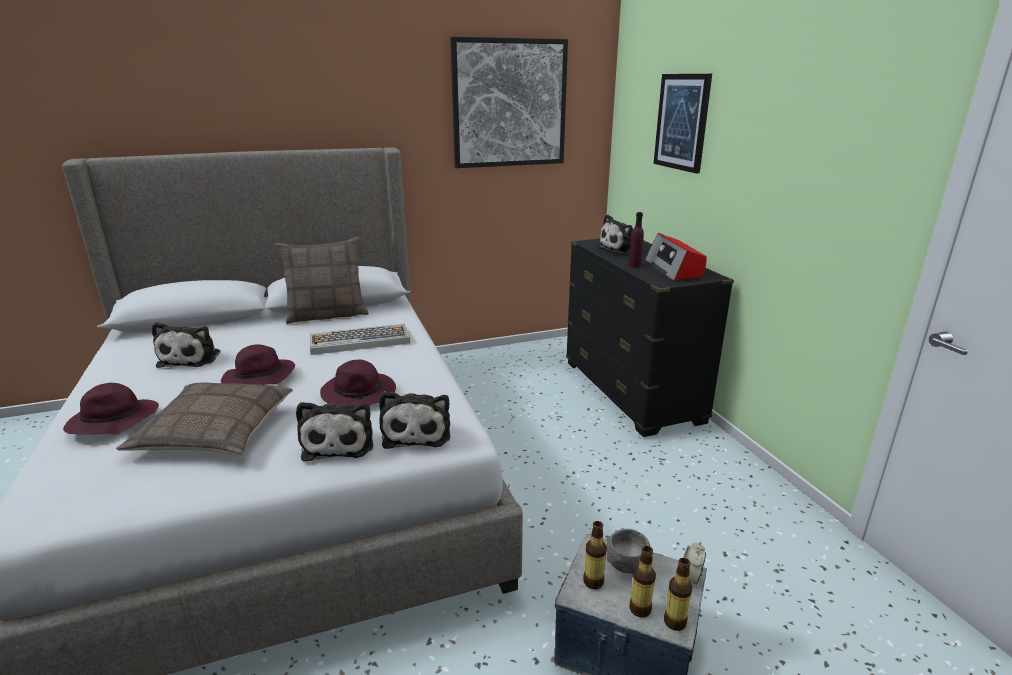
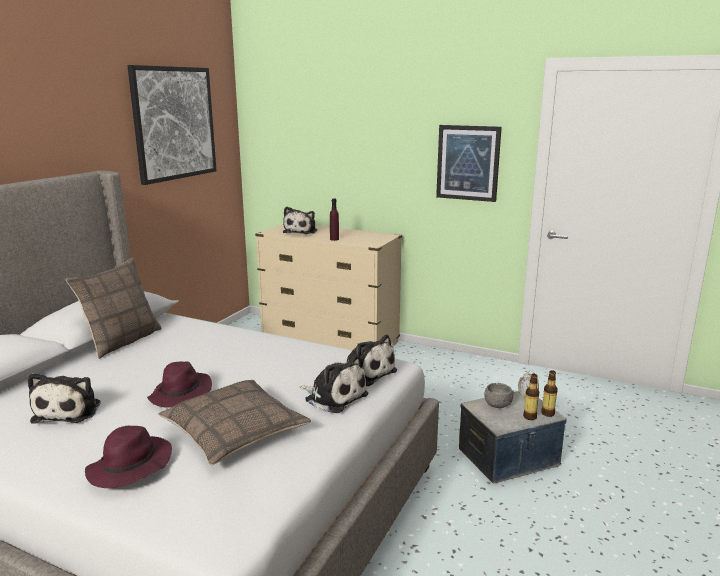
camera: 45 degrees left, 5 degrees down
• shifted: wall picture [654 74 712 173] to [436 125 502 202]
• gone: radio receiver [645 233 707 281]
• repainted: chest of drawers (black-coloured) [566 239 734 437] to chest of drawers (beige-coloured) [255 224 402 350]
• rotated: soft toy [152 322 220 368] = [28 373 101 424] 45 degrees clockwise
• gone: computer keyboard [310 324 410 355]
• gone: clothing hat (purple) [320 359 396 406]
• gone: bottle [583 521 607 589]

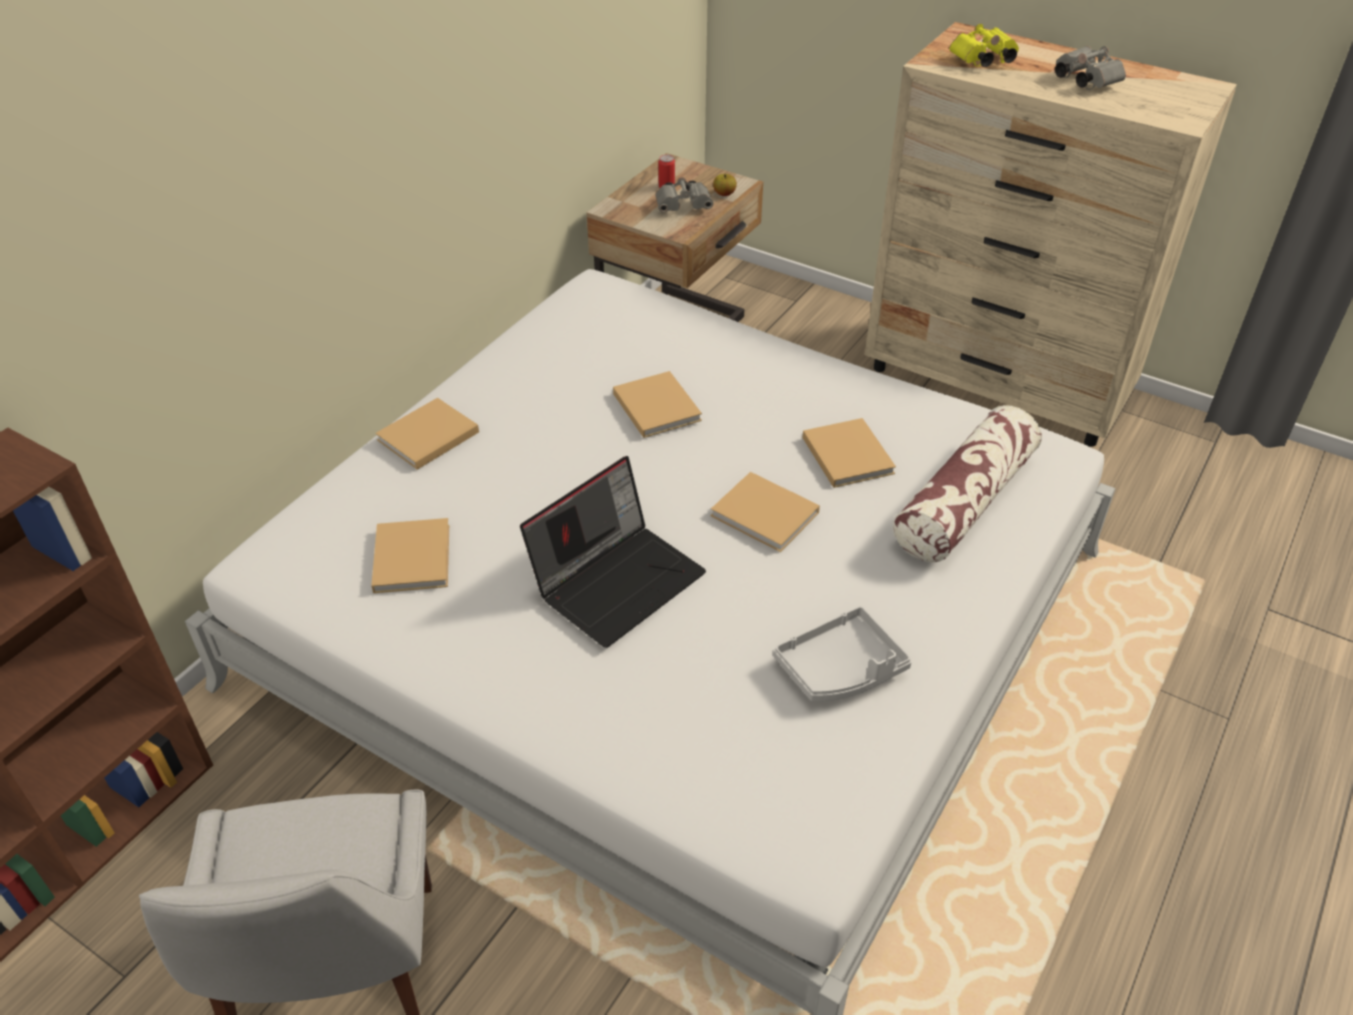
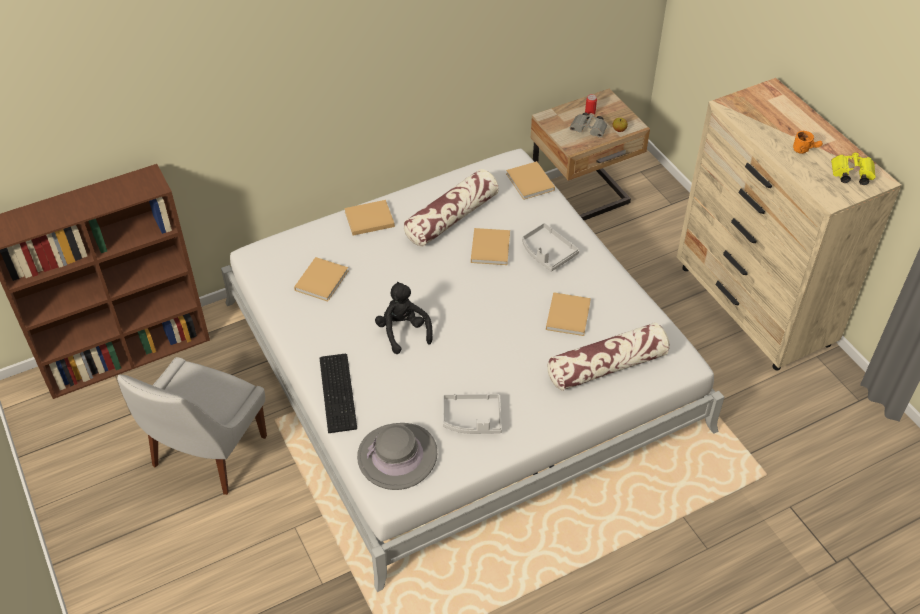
camera: 30 degrees right, 5 degrees up
• shifted: field glasses (yellow) [949 24 1019 67] to [831 152 876 185]
• swapped: field glasses (gray) [1055 46 1126 90] to mug (orange-coloured) [793 130 823 154]
• swapped: laptop [520 456 706 648] to soft toy (black-coloured) [375 282 433 354]
• shifted: bound book (beige-coloured) [711 472 820 552] to [506 161 555 200]
• new: throw pillow [404 169 499 246]
• new: serving tray (gray) [522 223 579 272]
• new: computer keyboard [320 354 357 433]
• new: clothing hat (gray) [357 423 437 490]

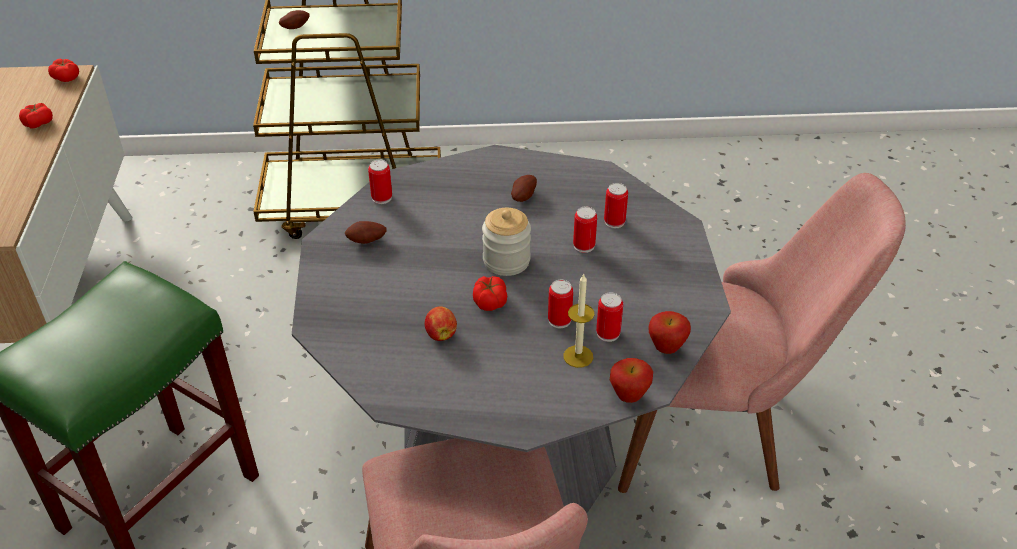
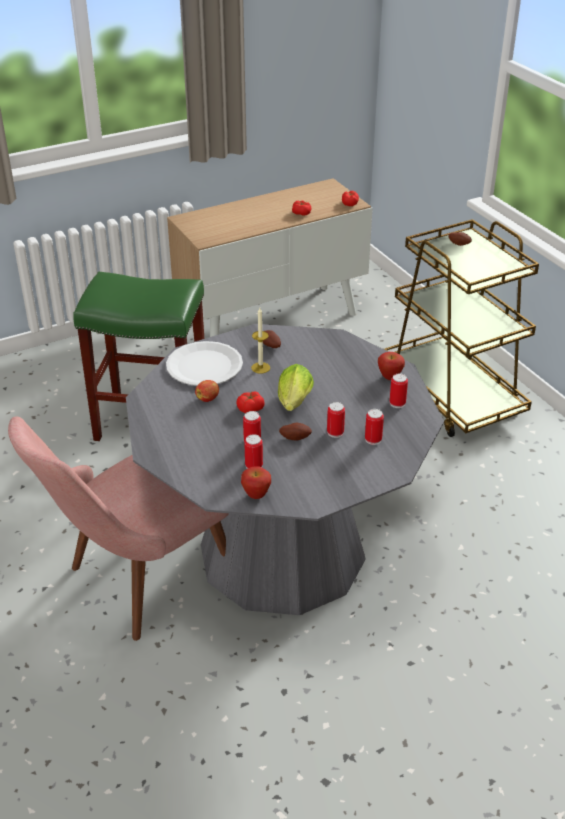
camera: 65 degrees right, 5 degrees down
• shifted: metal can [368 159 392 204] to [389 373 408 408]
• gone: upright chair (pink) [618 173 906 493]
• shifted: potato [511 175 537 202] to [279 423 312 440]
• swapped: jar [482 208 531 276] to lettuce [278 364 314 411]
• shifted: wax candle [563 273 594 368] to [251 308 270 374]
• shifted: apple [610 358 653 403] to [378 352 405 380]
• new: plate (white-coloured) [166 341 243 386]

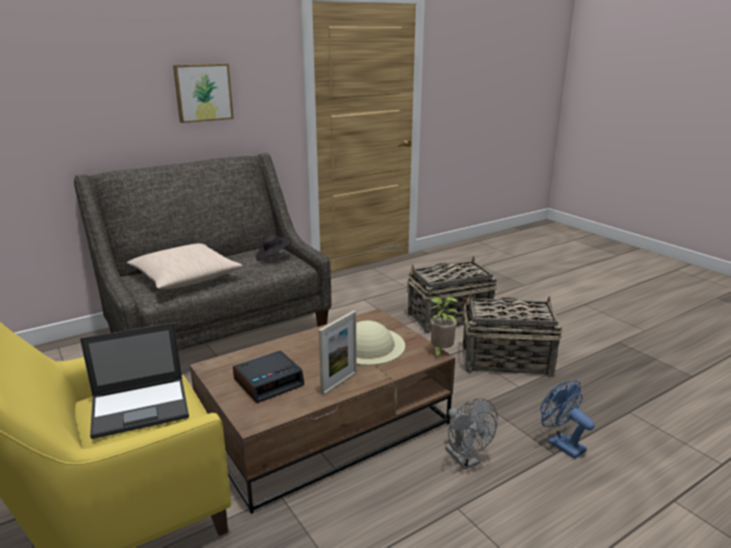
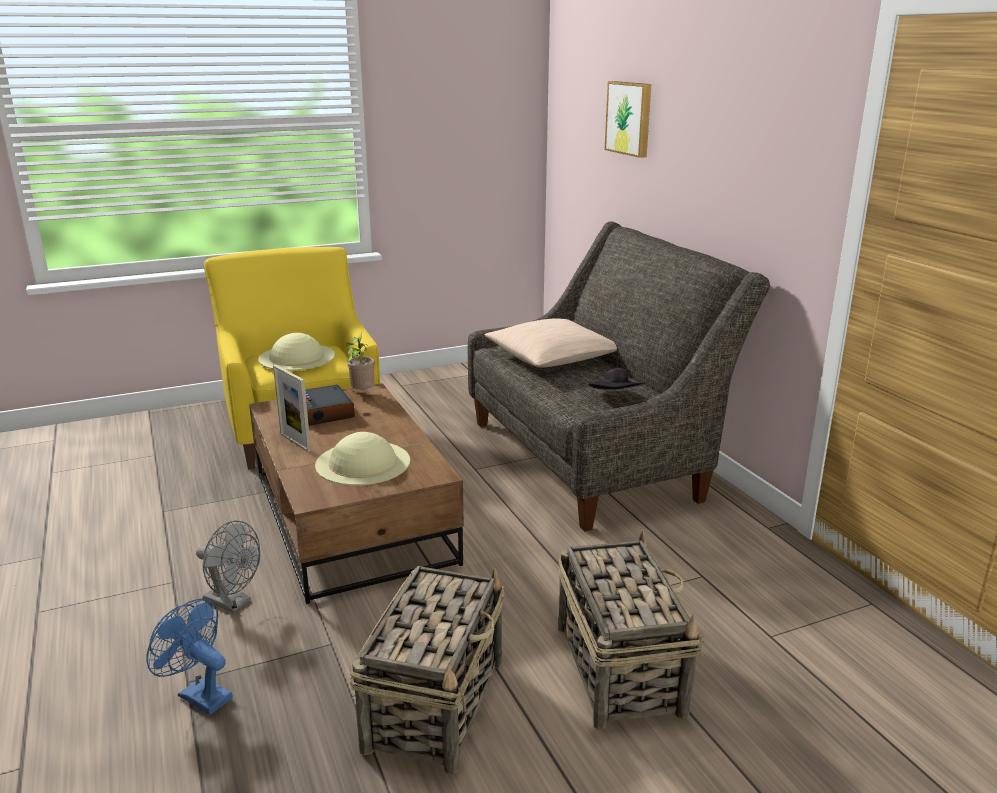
camera: 100 degrees right, 0 degrees up
• shifted: wall picture [173 63 234 123] to [605 81 651 158]
• shifted: houseplant [430 297 458 358] to [346 332 375 390]
• swapped: laptop [80 323 189 439] to clothing hat (beige-coloured) [258 333 335 371]
• rotated: cooling fan (bluish) [540 380 595 459] = [146 598 232 715] 120 degrees counterclockwise
• rotated: cooling fan (gray) [445 398 498 469] = [196 521 260 613] 135 degrees counterclockwise

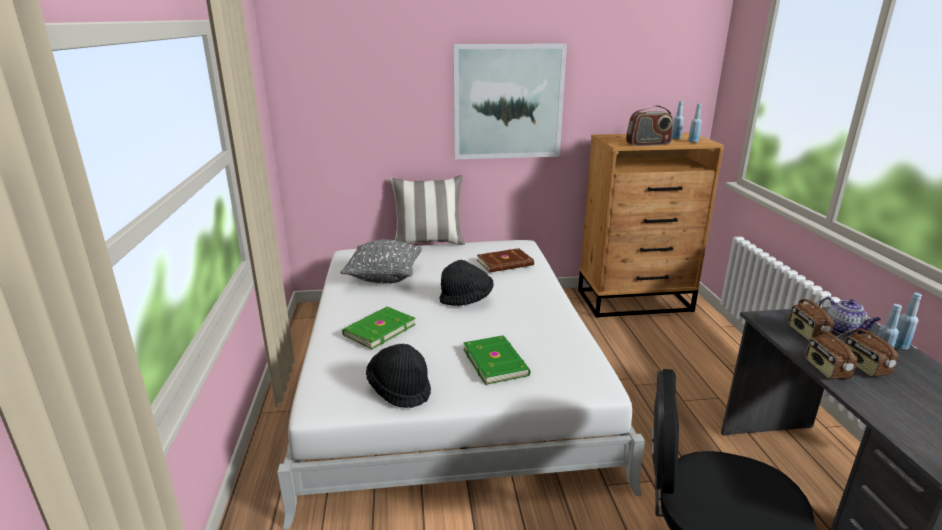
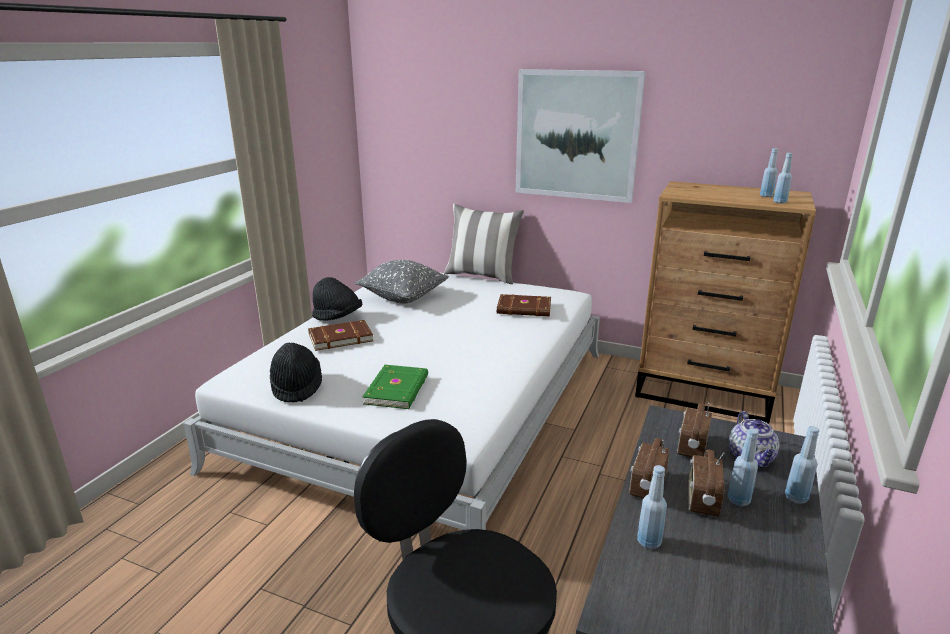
camera: 30 degrees right, 0 degrees up
• gone: radio receiver [626 105 673 146]
• shifted: clothing hat (black-coloured) [439 260 493 306] to [312 277 362 321]
• repainted: bound book (greenish) [342 307 416 349] to bound book (brown) [308 320 374 351]
• new: bottle (bluish) [637 465 667 549]

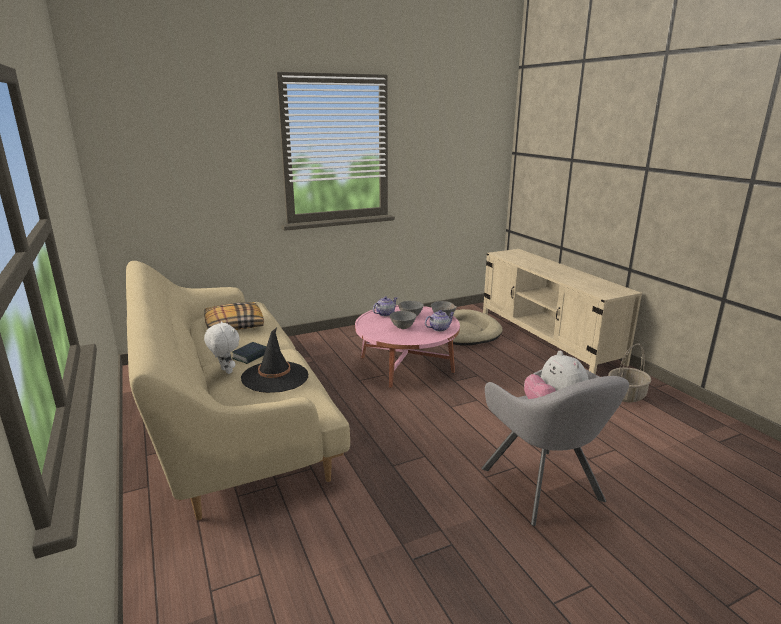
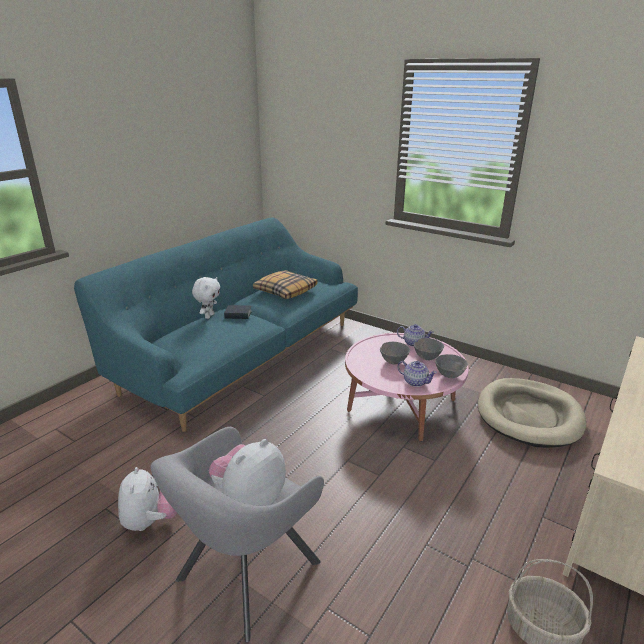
camera: 60 degrees right, 5 degrees up
• repainted: couch (beige-coloured) [126 261 350 521] to couch (turquoise-coloured) [74 218 358 432]
• gone: clothing hat (black-coloured) [241 327 308 393]
• new: soft toy [118 467 177 531]

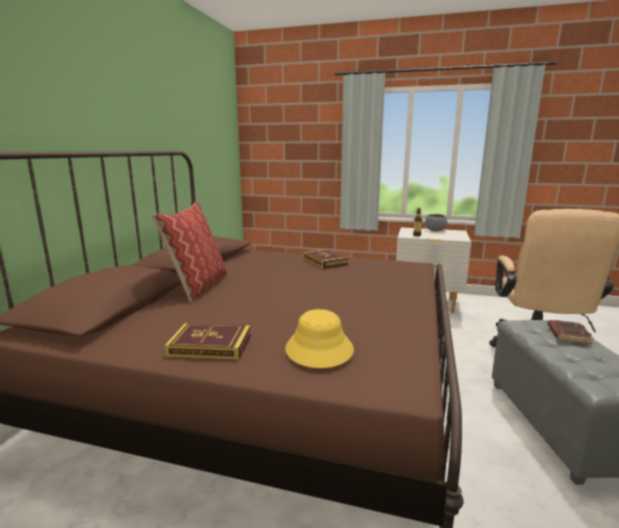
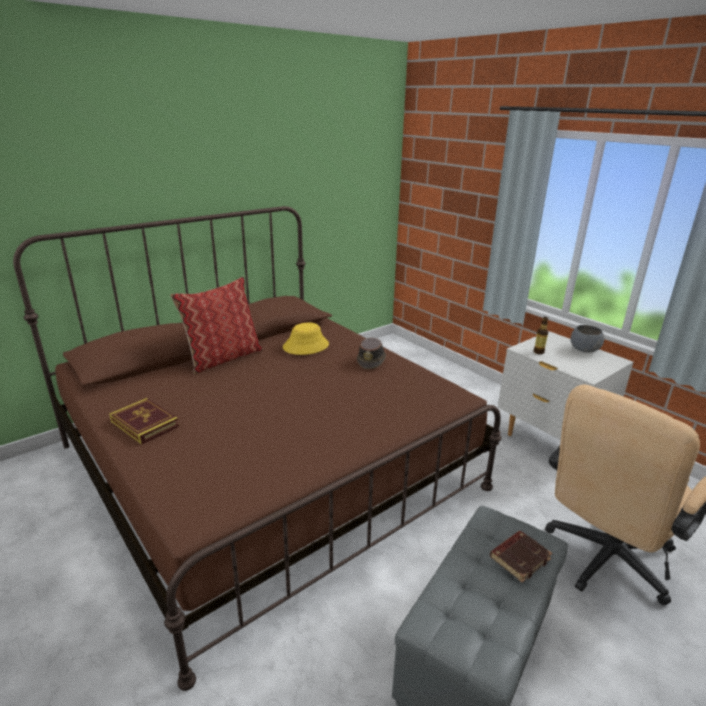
camera: 35 degrees right, 10 degrees up
• swapped: bound book [303 249 348 269] to clothing hat (brown) [357 337 386 369]
• shifted: clothing hat (yellow) [285 309 354 368] to [283 322 329 355]

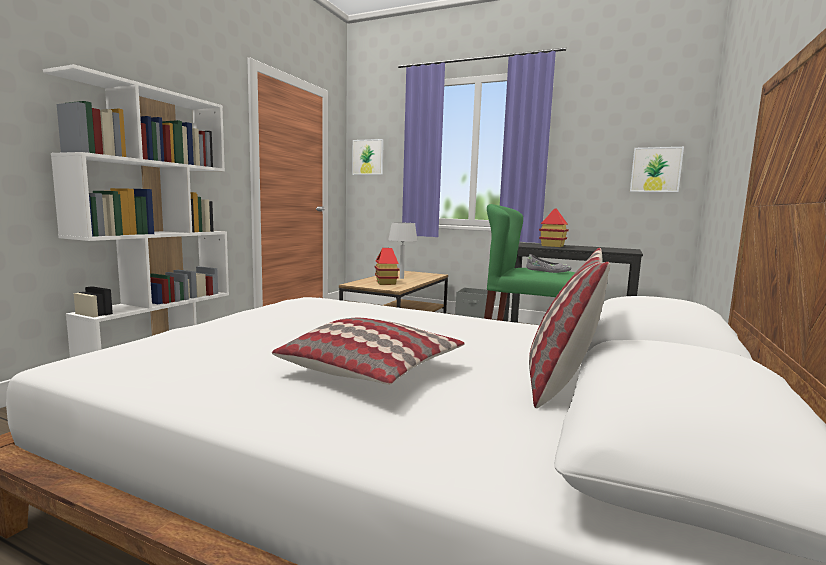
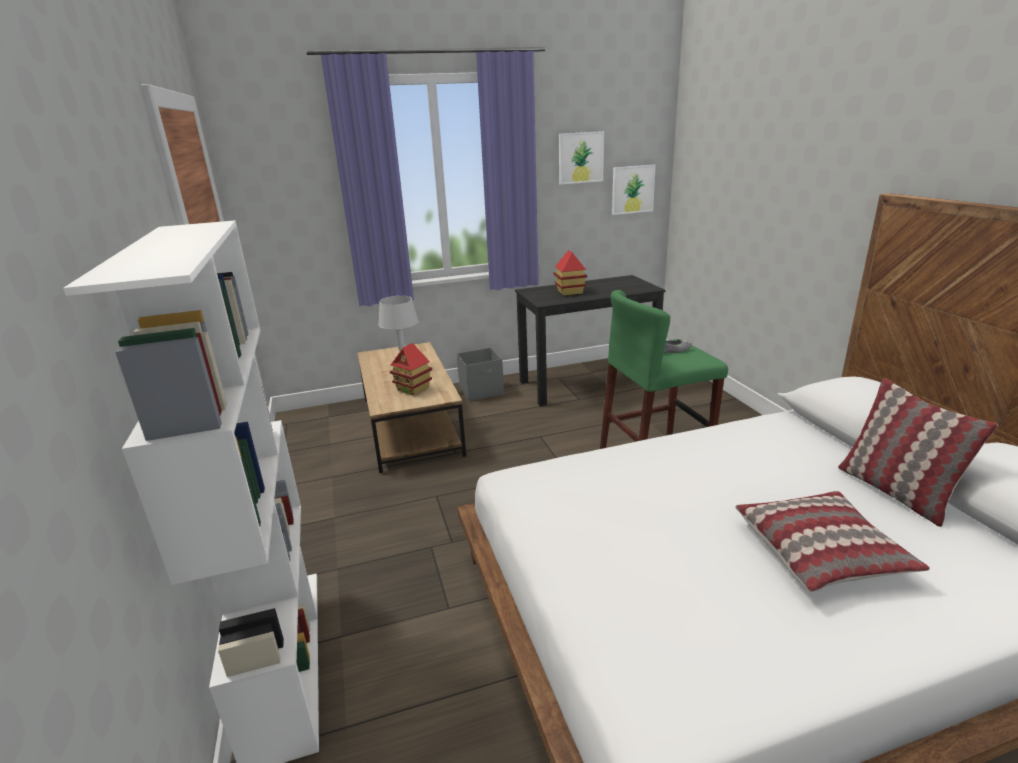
camera: 40 degrees left, 15 degrees up
• shifted: wall picture [352 139 384 175] to [559 131 604 185]

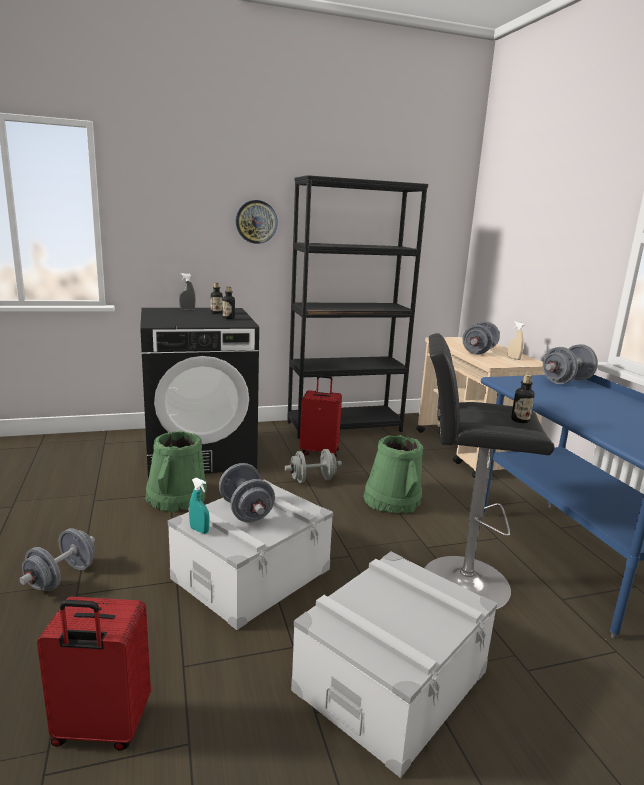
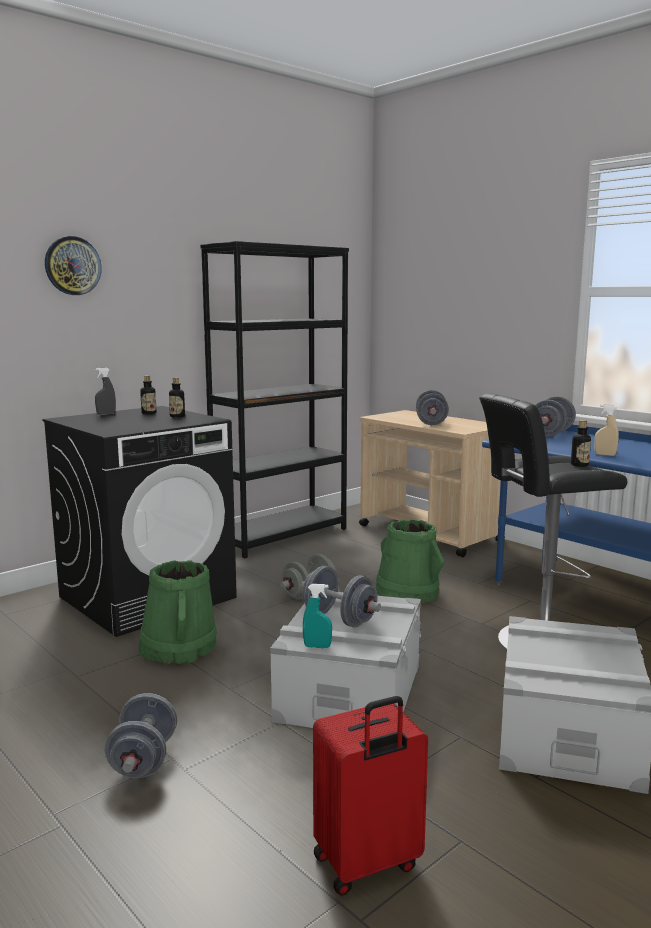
camera: 25 degrees left, 5 degrees down
• shifted: wall clock [236 200 278 244] to [45 236 102 295]
• shifted: hand sprayer (beige-coloured) [508 321 524 360] to [594 404 619 456]
• gone: piece of luggage (red-coloured) [300 375 342 457]

